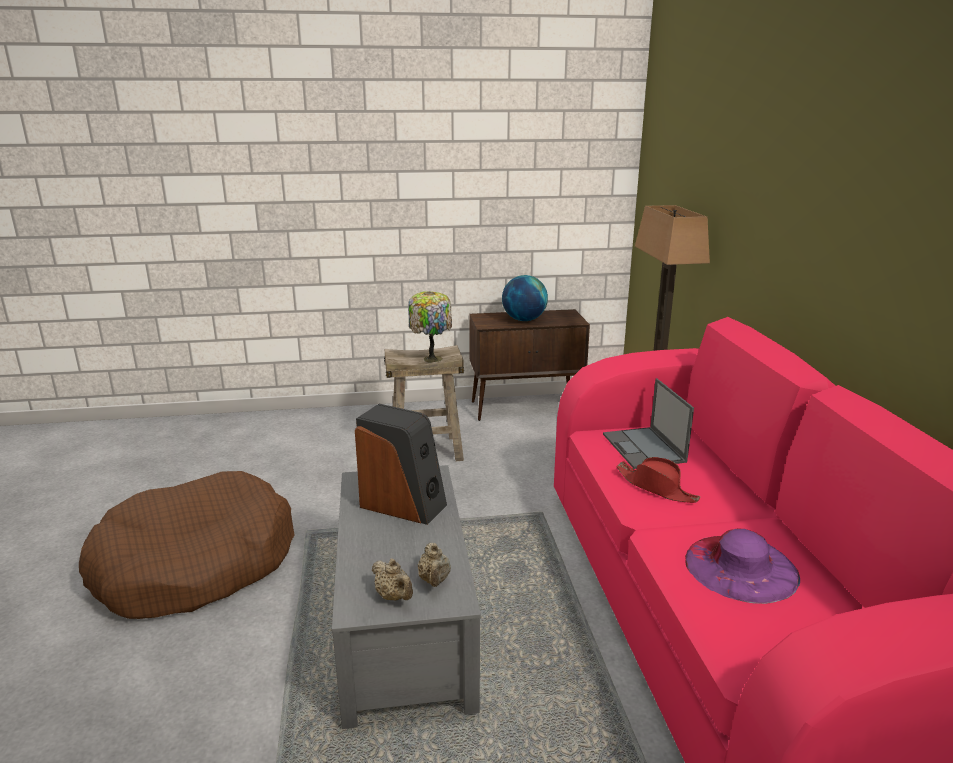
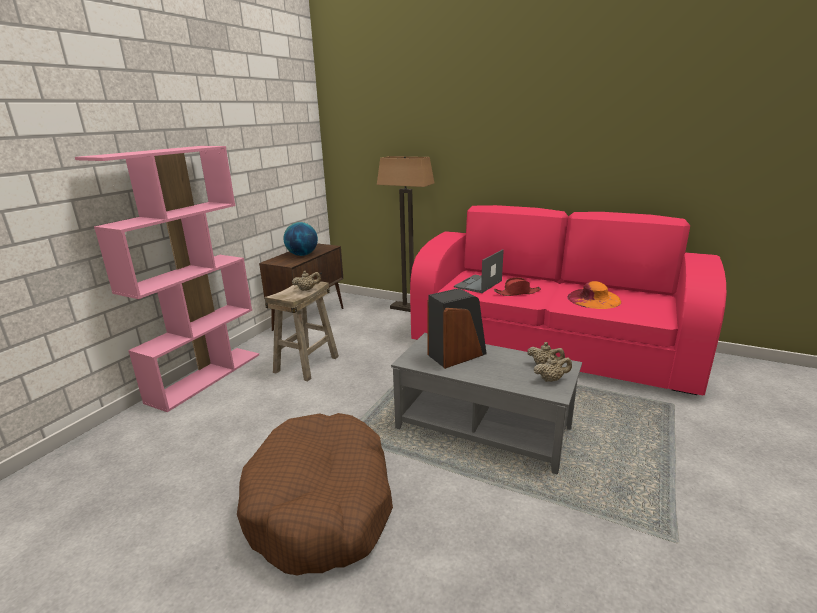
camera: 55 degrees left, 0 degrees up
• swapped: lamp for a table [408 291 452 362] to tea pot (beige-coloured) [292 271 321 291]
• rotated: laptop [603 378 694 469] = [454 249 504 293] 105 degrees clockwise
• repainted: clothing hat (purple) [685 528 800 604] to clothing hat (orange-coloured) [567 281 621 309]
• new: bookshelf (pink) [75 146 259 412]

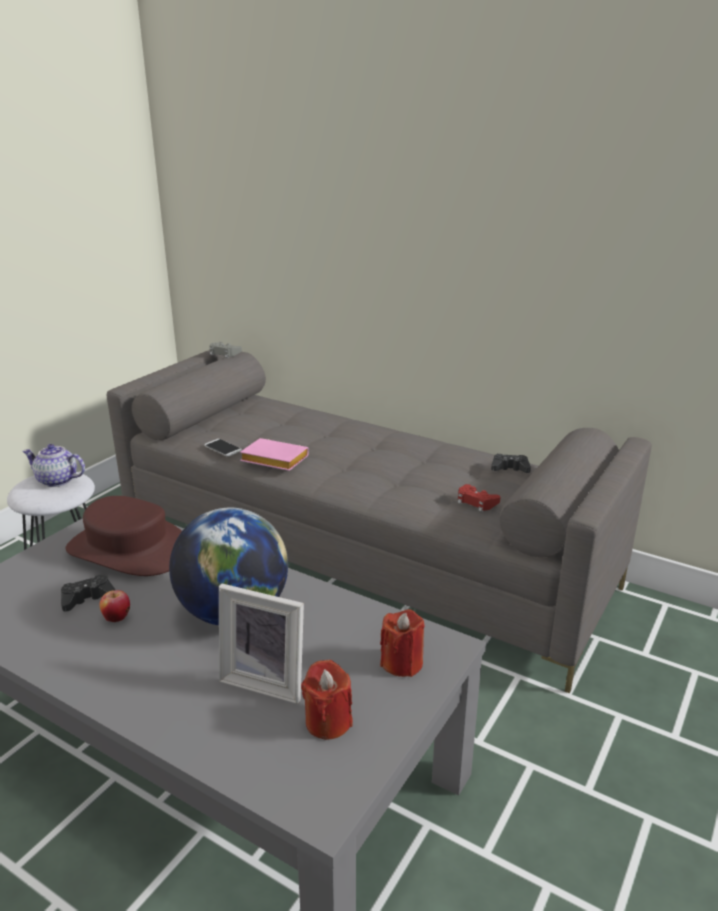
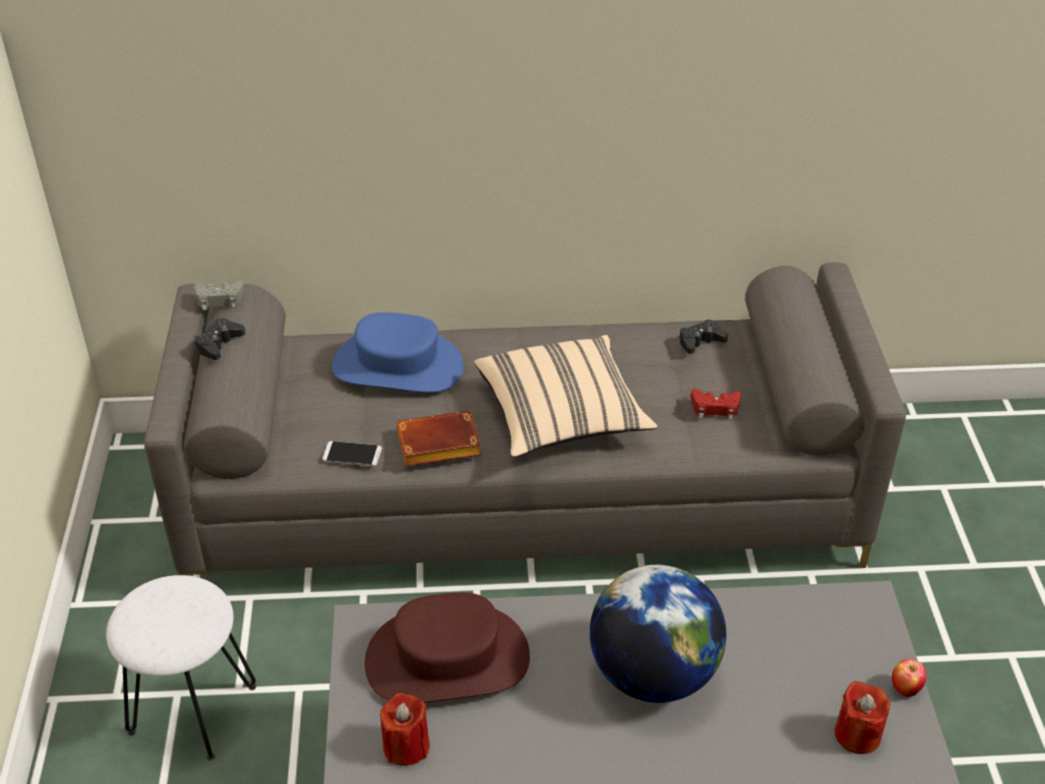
camera: 35 degrees left, 15 degrees up
• repainted: bound book (pink) [240 438 309 471] to bound book (brown) [396 411 481 467]
• gone: tea pot [22 444 85 487]
• shifted: joypad (black-coloured) [61 575 115 612] to [195 319 246 360]
• gone: picture frame [219 584 304 704]
• shifted: apple [100 590 130 622] to [892 659 926 697]
• shifted: wax candle (red-coloured) [380 609 425 677] to [380 693 430 766]
• new: clothing hat (bluish) [332 312 463 393]
• new: throw pillow (beige-coloured) [474 335 658 457]

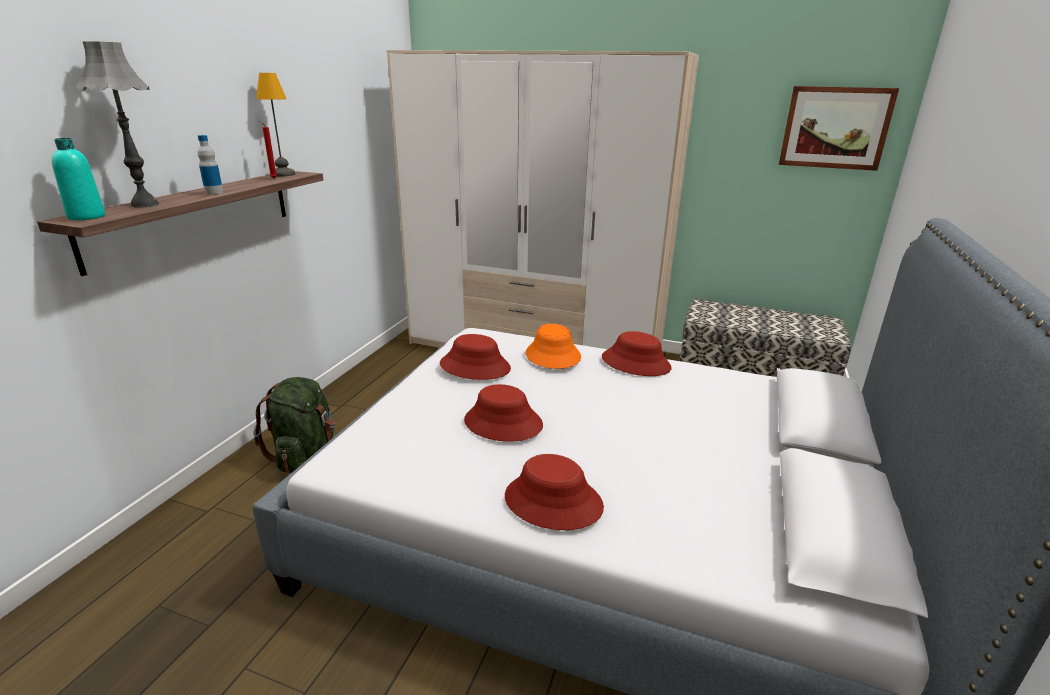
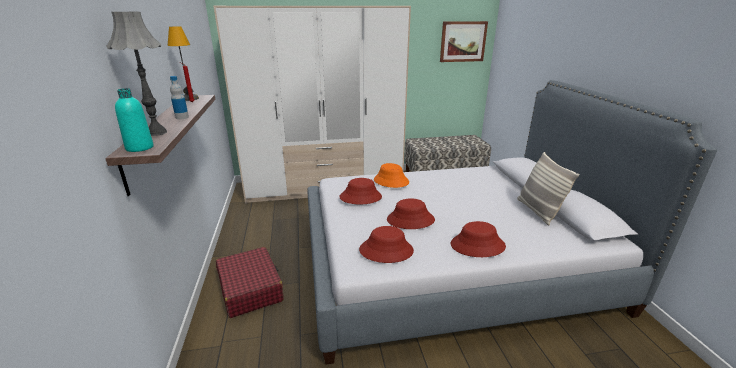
camera: 30 degrees left, 0 degrees up
• shifted: clothing hat (red-coloured) [602 331 672 376] to [359 226 414 263]
• swapped: backpack (greenish) [254 377 335 473] to piece of luggage (red-coloured) [216 247 284 318]
• new: throw pillow [517 152 579 225]

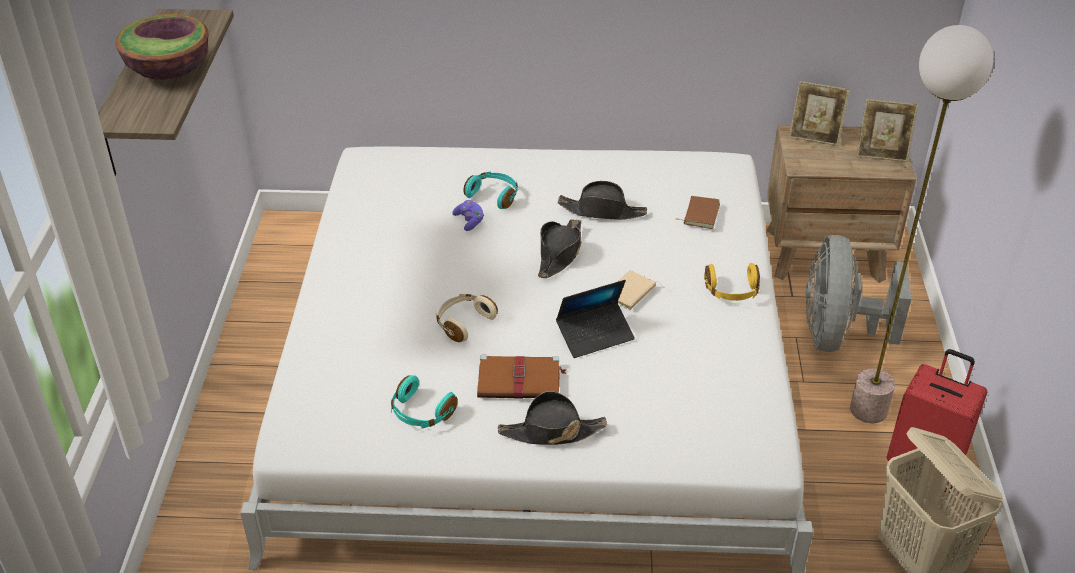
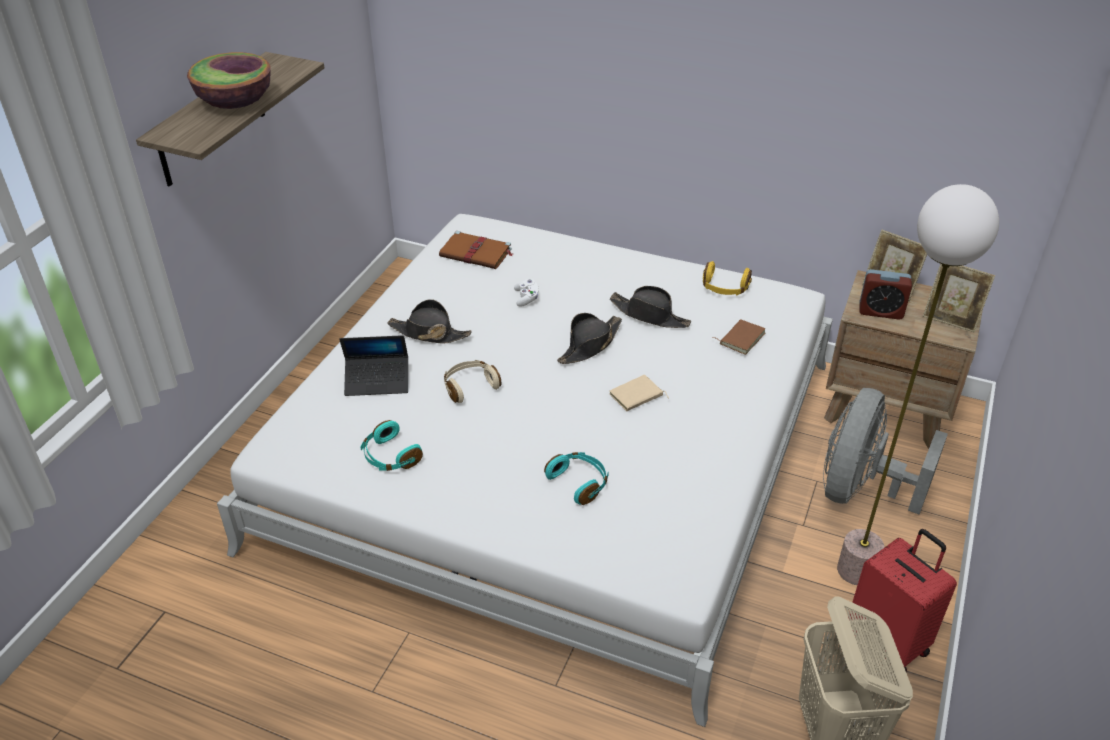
camera: 20 degrees right, 0 degrees up
• shifted: headphones (turquoise-coloured) [463 172 518 209] to [544 452 608 505]
• repainted: joypad (purple) [452 200 484 231] to joypad (white-coloured) [514 279 538 307]
• shifted: headphones (yellow) [704 263 760 301] to [703 261 752 296]
• shifted: laptop [556 280 635 358] to [339 335 408 396]
• shifted: bound book (brown) [477 355 567 399] to [439 231 513 269]
• shifted: clothing hat (black-coloured) [498 391 607 445] to [387 299 472 343]
• new: table clock [859 269 912 320]

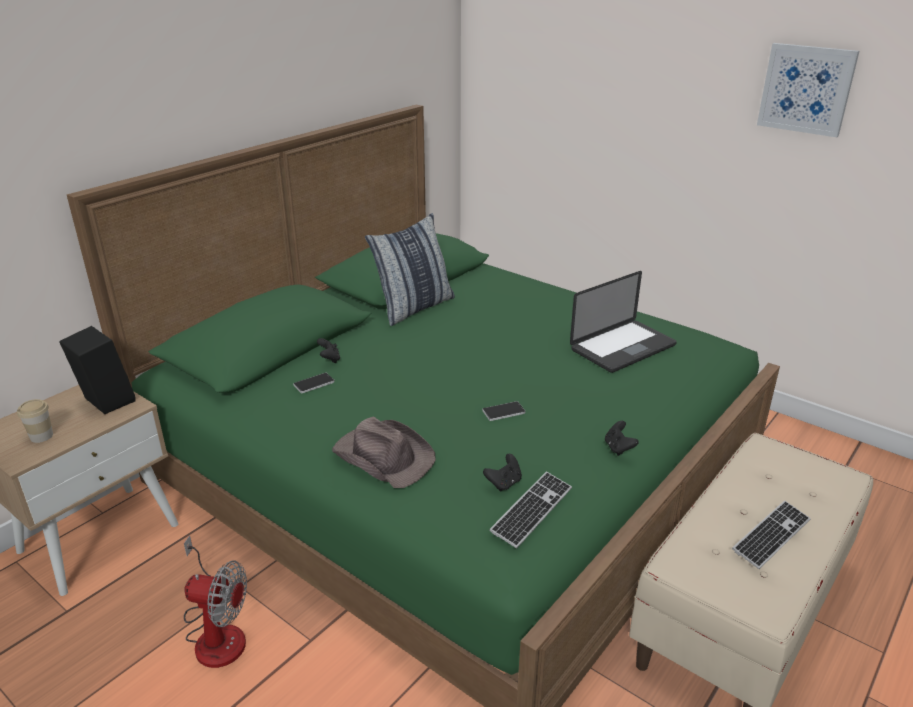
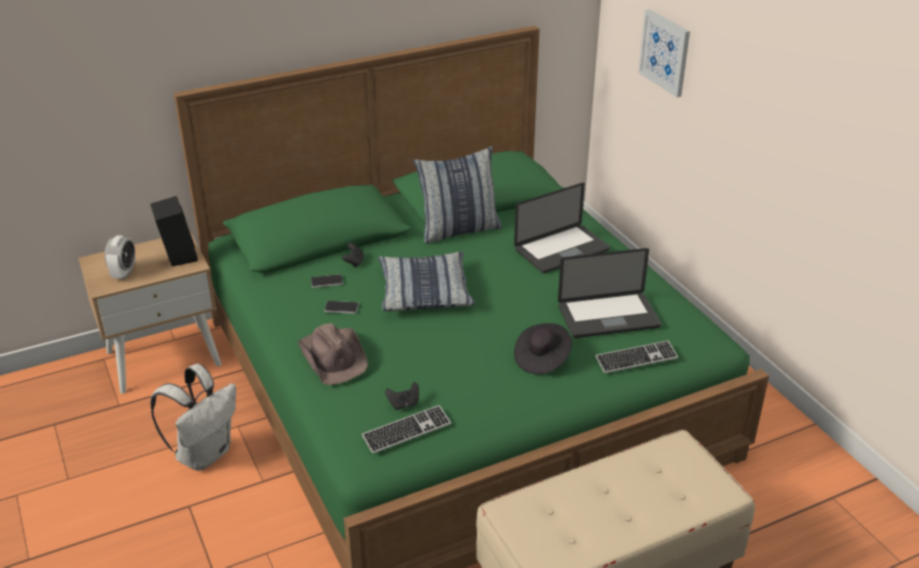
camera: 25 degrees right, 5 degrees up
• shifted: wall picture [757 43 859 137] to [638 9 690 97]
• swapped: cup [17 399 53 443] to table clock [105 235 136 279]
• shifted: telephone [482 401 525 421] to [324 301 359 314]
• gone: joypad (black-coloured) [605 421 639 456]
• shifted: computer keyboard [732 500 811 569] to [595 341 678 373]
• swapped: cooling fan [184 535 247 668] to backpack (white-coloured) [150 364 236 471]
• new: laptop [514 183 610 273]
• new: throw pillow [378 252 475 311]
• new: clothing hat (black-coloured) [514 323 572 374]

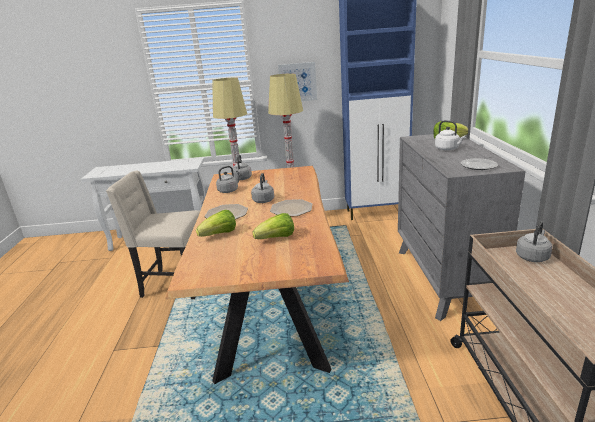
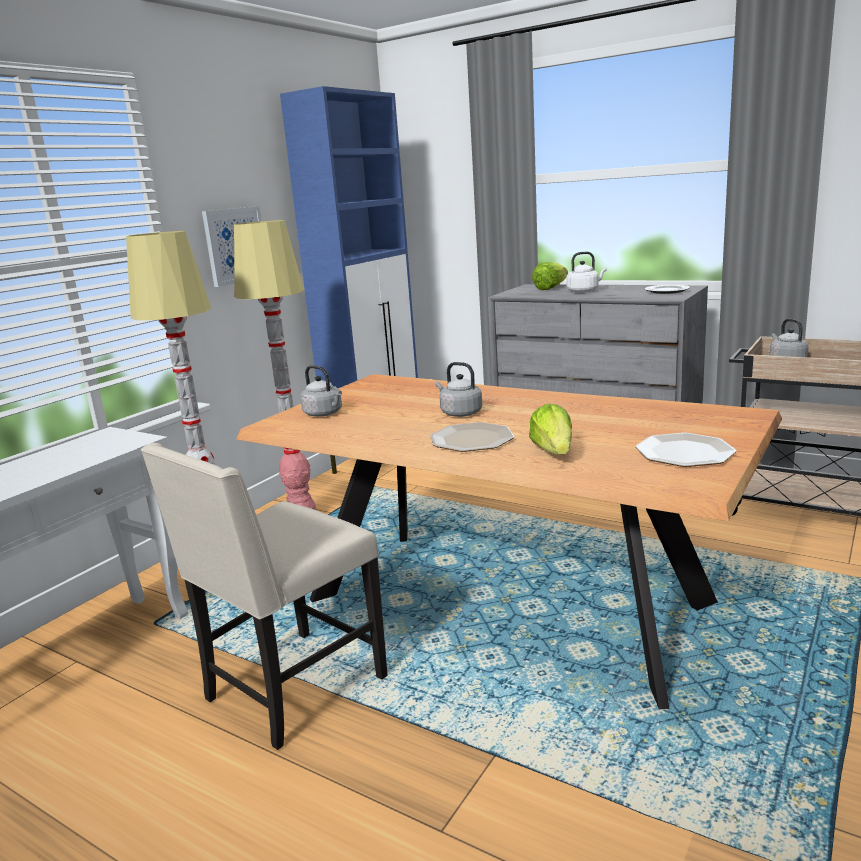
camera: 55 degrees left, 5 degrees down
• gone: water kettle (gray) [216 166 242 193]
• shifted: plate [270 199 312 216] to [635 433 736 467]
• gone: lettuce [253 213 294 239]

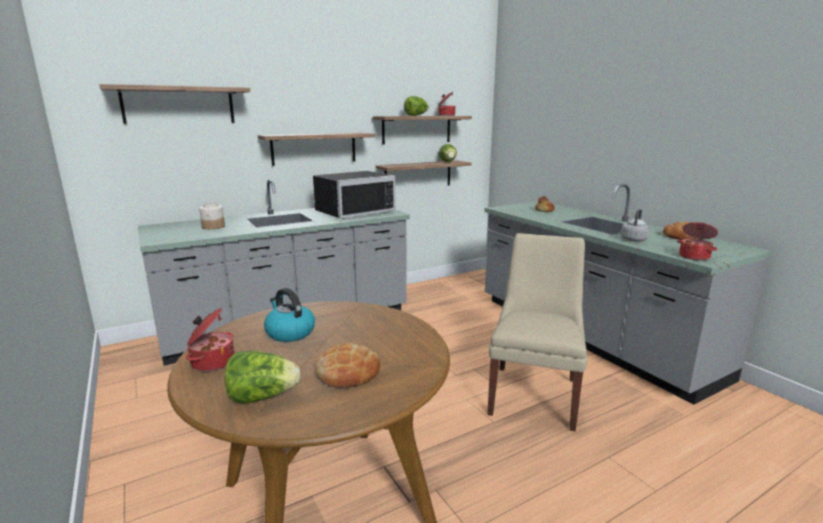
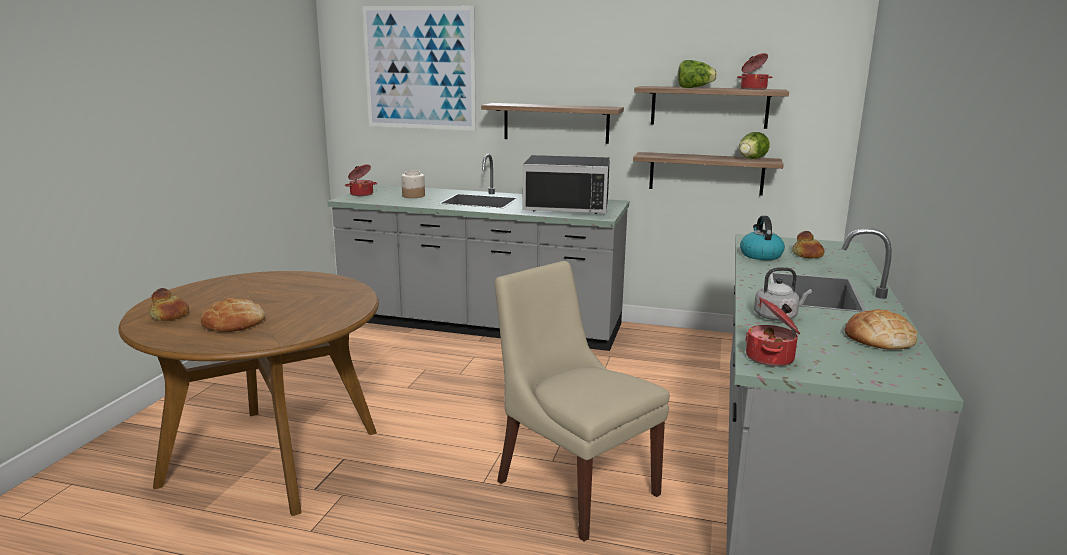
camera: 45 degrees right, 0 degrees up
• swapped: shelf [99 84 250 124] to wall picture [362 6 476 131]
• rotated: upright chair (beige-coloured) [487 233 587 431] = [495 261 670 542] 105 degrees counterclockwise
• shifted: water kettle [264 288 315 342] to [740 216 785 260]
• shifted: cooking pot [186 308 234 372] to [345 164 377 196]
• swapped: lettuce [225 351 301 404] to bakery bread [150 288 189 321]

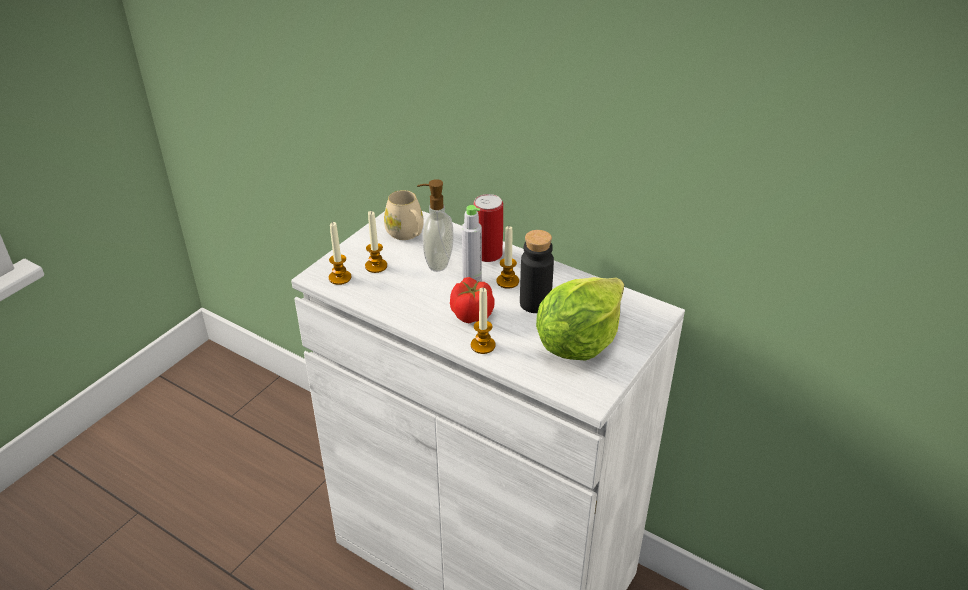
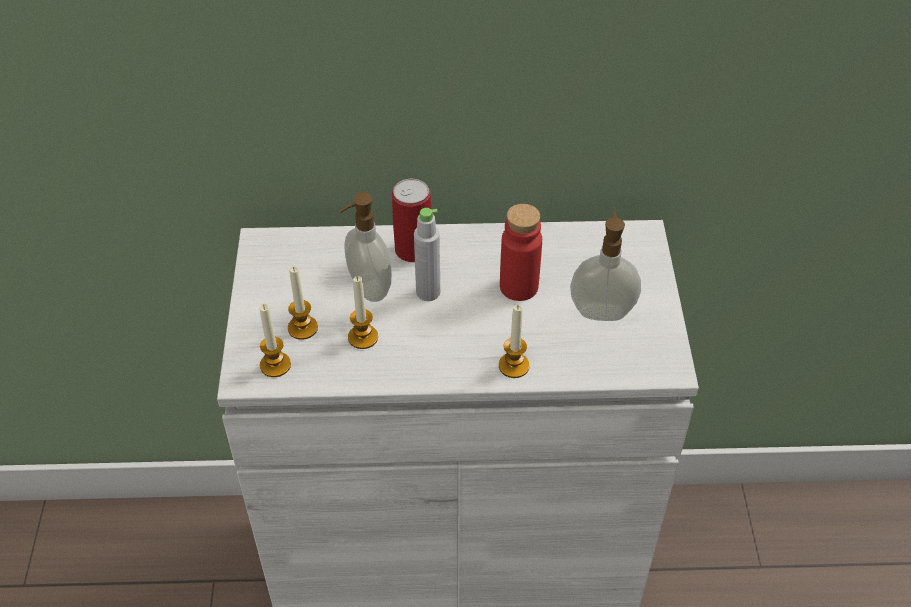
camera: 35 degrees left, 10 degrees up
• gone: mug (beige-coloured) [384 190 424 240]
• shifted: wax candle [496 226 519 289] to [348 276 378 349]
• repainted: bottle (black-coloured) [520 230 554 313] to bottle (red-coloured) [500 204 542 301]
• gone: tomato [450 277 495 324]
• swapped: lettuce [536 277 624 361] to soap dispenser [570 211 641 321]

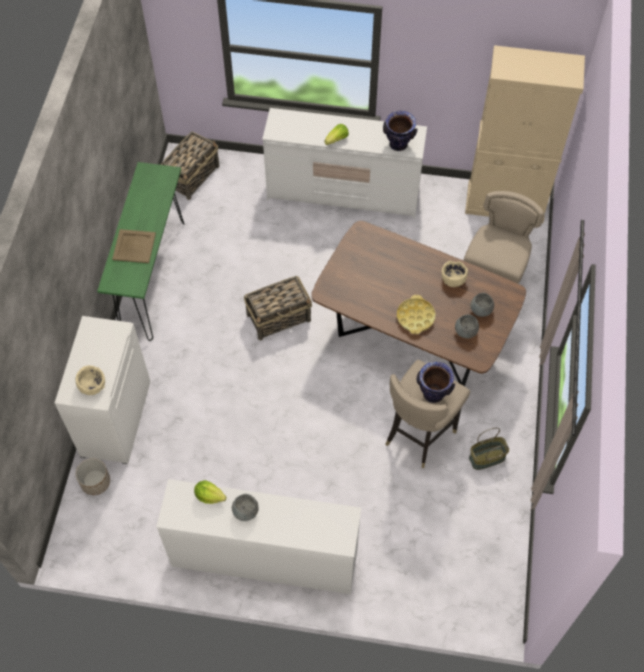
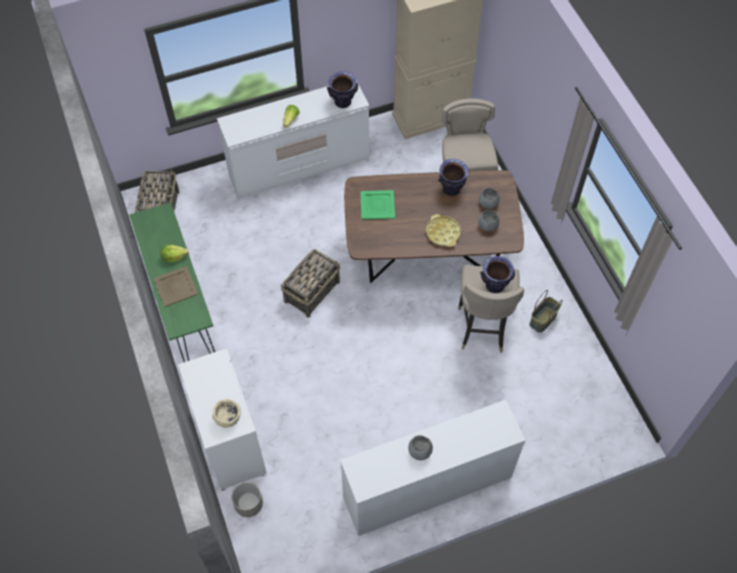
camera: 30 degrees left, 0 degrees up
• swapped: deep dish (beige-coloured) [441 261 468 287] to decorative vase [438 159 468 196]
• shifted: lettuce [194 480 227 504] to [161 245 189 262]
• new: serving tray (greenish) [360 190 395 220]

